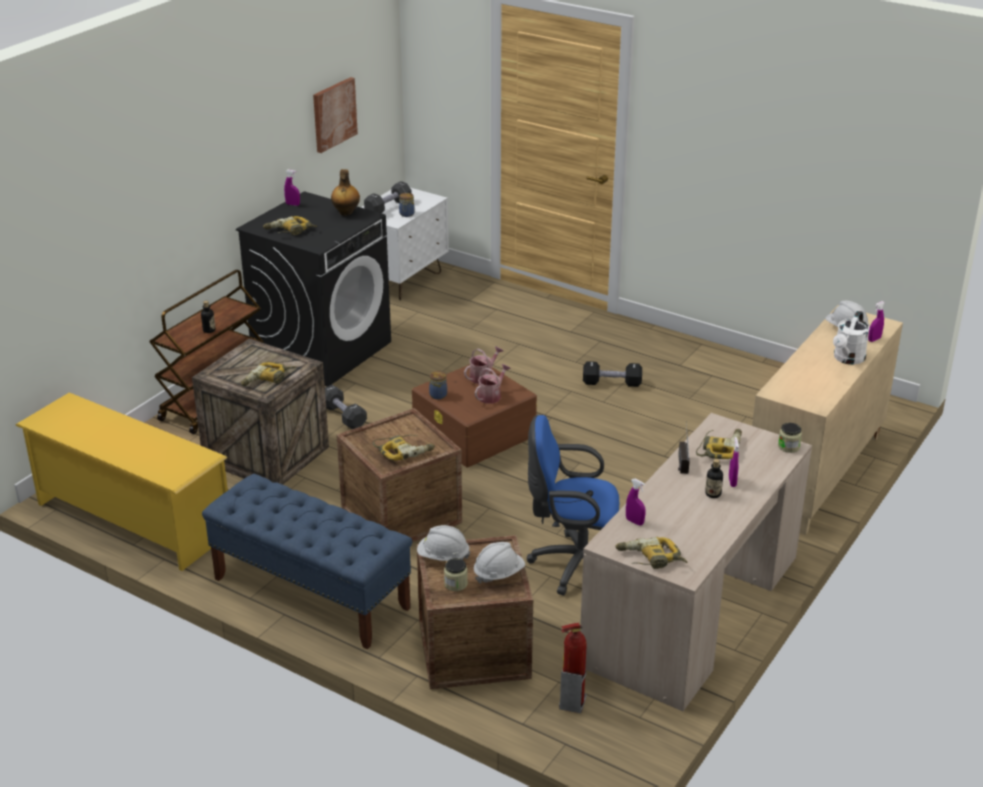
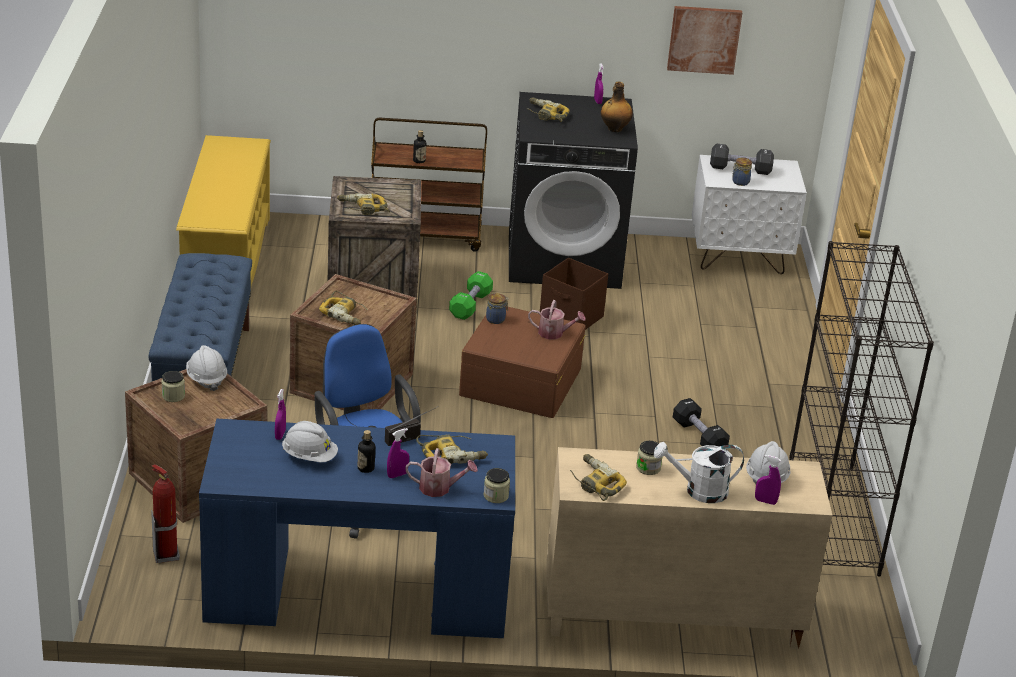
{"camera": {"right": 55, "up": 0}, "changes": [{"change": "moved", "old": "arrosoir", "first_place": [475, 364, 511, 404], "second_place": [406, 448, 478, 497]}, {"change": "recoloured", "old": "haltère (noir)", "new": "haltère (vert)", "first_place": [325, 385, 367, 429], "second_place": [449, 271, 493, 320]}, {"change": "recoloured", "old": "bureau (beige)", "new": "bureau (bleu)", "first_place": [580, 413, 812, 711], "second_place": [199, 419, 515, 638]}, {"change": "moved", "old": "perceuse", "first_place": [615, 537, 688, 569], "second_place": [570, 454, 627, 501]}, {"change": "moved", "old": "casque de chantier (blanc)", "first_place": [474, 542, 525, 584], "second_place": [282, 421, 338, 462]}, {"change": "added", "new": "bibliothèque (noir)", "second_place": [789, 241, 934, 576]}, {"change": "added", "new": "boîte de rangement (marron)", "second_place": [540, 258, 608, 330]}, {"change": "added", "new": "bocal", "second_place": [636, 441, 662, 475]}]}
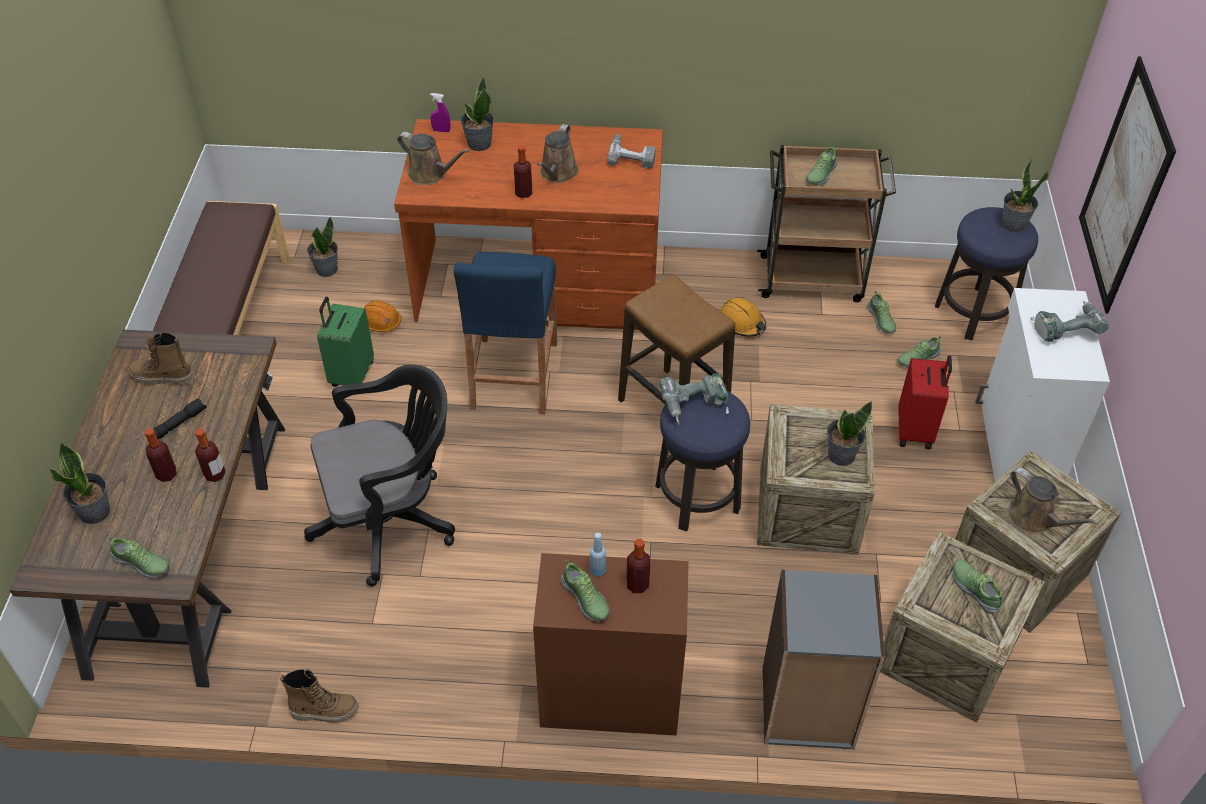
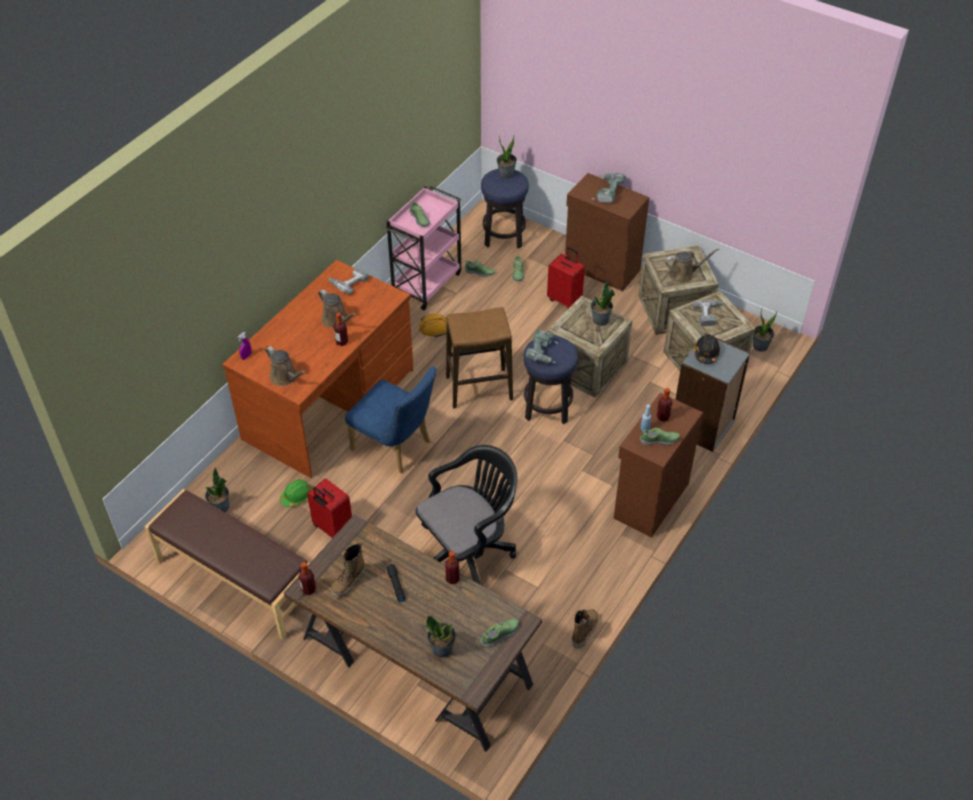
{"camera": {"right": -60, "up": 0}, "changes": [{"change": "removed", "old": "tableau", "first_place": [1079, 56, 1176, 314]}, {"change": "moved", "old": "plante en pot", "first_place": [460, 76, 494, 151], "second_place": [753, 309, 777, 351]}, {"change": "turned", "old": "arrosoir (marron)", "first_place": [397, 132, 469, 185], "second_place": [265, 346, 306, 386], "degrees": 75}, {"change": "recoloured", "old": "chariot (marron)", "new": "chariot (rose)", "first_place": [757, 145, 896, 302], "second_place": [385, 186, 461, 310]}, {"change": "replaced", "old": "tabouret (bleu)", "new": "chaise (bleu)", "first_place": [454, 252, 557, 415], "second_place": [345, 366, 436, 474]}, {"change": "recoloured", "old": "meuble de rangement (blanc)", "new": "meuble de rangement (marron)", "first_place": [975, 288, 1110, 481], "second_place": [565, 173, 649, 291]}, {"change": "recoloured", "old": "valise (vert)", "new": "valise (rouge)", "first_place": [317, 297, 374, 387], "second_place": [307, 478, 352, 538]}, {"change": "recoloured", "old": "casque de chantier (orange)", "new": "casque de chantier (vert)", "first_place": [364, 300, 401, 332], "second_place": [280, 479, 312, 507]}, {"change": "turned", "old": "chaise de bureau (noir)", "first_place": [304, 364, 455, 587], "second_place": [416, 445, 517, 585], "degrees": 45}, {"change": "moved", "old": "bouteille", "first_place": [145, 428, 177, 482], "second_place": [299, 562, 316, 595]}, {"change": "replaced", "old": "chaussure", "new": "perceuse", "first_place": [953, 559, 1004, 613], "second_place": [692, 301, 723, 326]}, {"change": "added", "new": "casque de chantier (noir)", "second_place": [694, 335, 720, 364]}]}
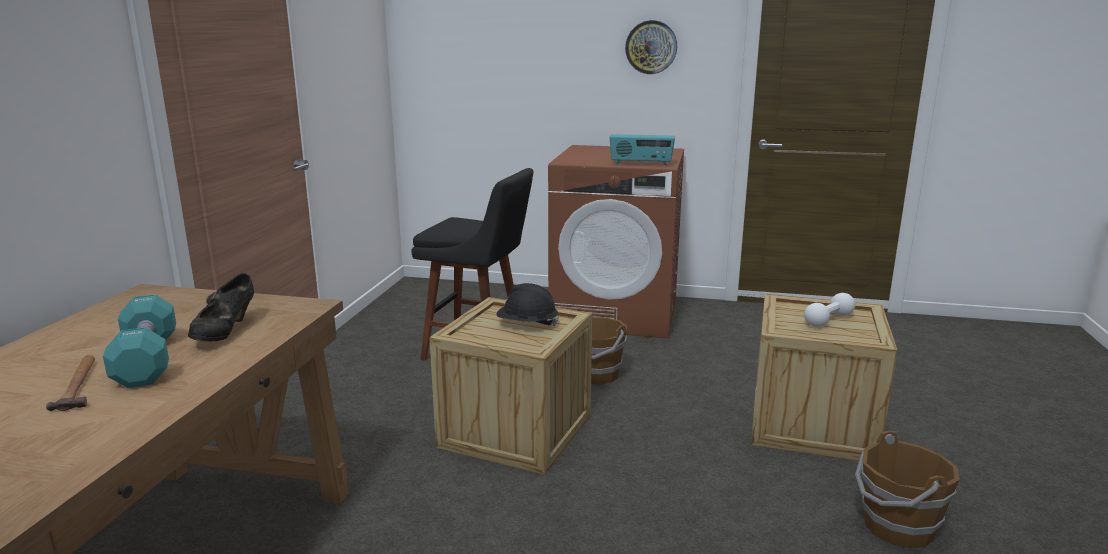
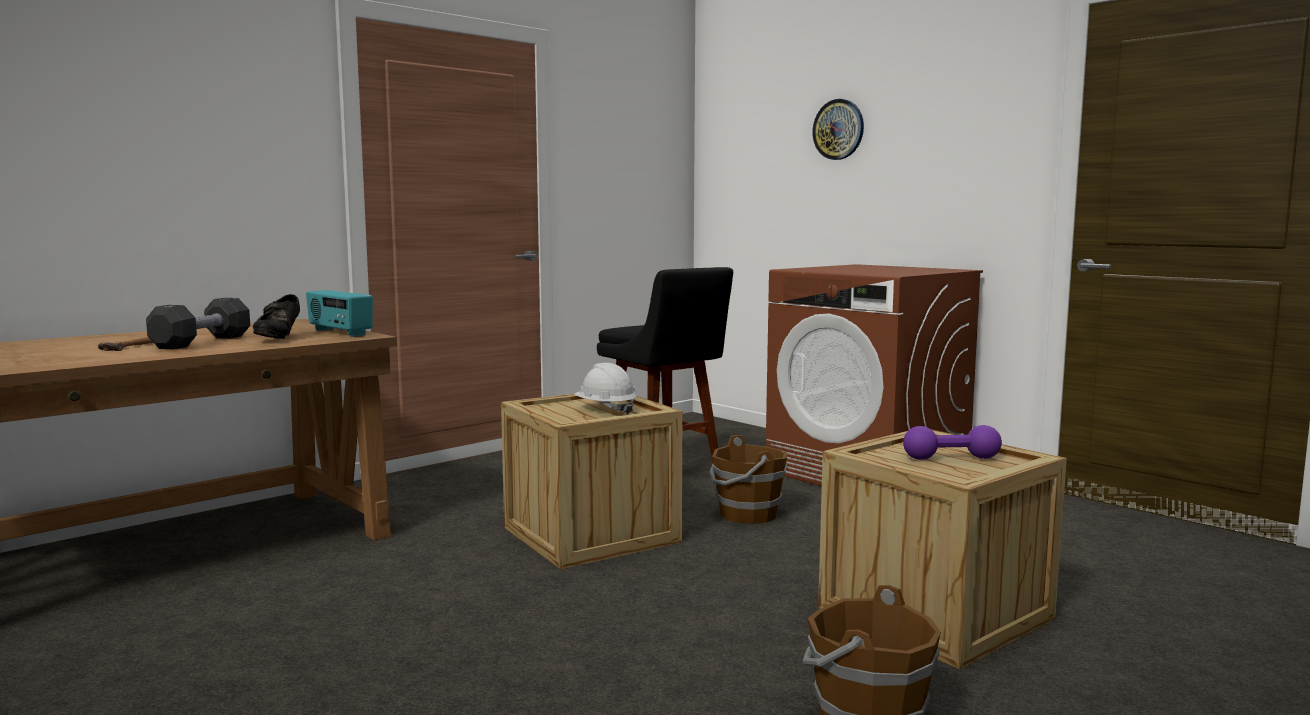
{"camera": {"right": 35, "up": -10}, "changes": [{"change": "moved", "old": "horloge murale", "first_place": [625, 20, 677, 74], "second_place": [812, 99, 864, 160]}, {"change": "moved", "old": "radio", "first_place": [610, 134, 675, 166], "second_place": [306, 290, 373, 337]}, {"change": "turned", "old": "chaussure (noir)", "first_place": [188, 273, 254, 342], "second_place": [253, 294, 300, 339], "degrees": -45}, {"change": "recoloured", "old": "casque de chantier (noir)", "new": "casque de chantier (blanc)", "first_place": [496, 283, 559, 326], "second_place": [574, 363, 637, 415]}, {"change": "recoloured", "old": "haltère (blanc)", "new": "haltère (violet)", "first_place": [804, 293, 855, 327], "second_place": [903, 425, 1002, 460]}, {"change": "recoloured", "old": "haltère (turquoise)", "new": "haltère (noir)", "first_place": [103, 295, 176, 388], "second_place": [146, 298, 250, 349]}]}
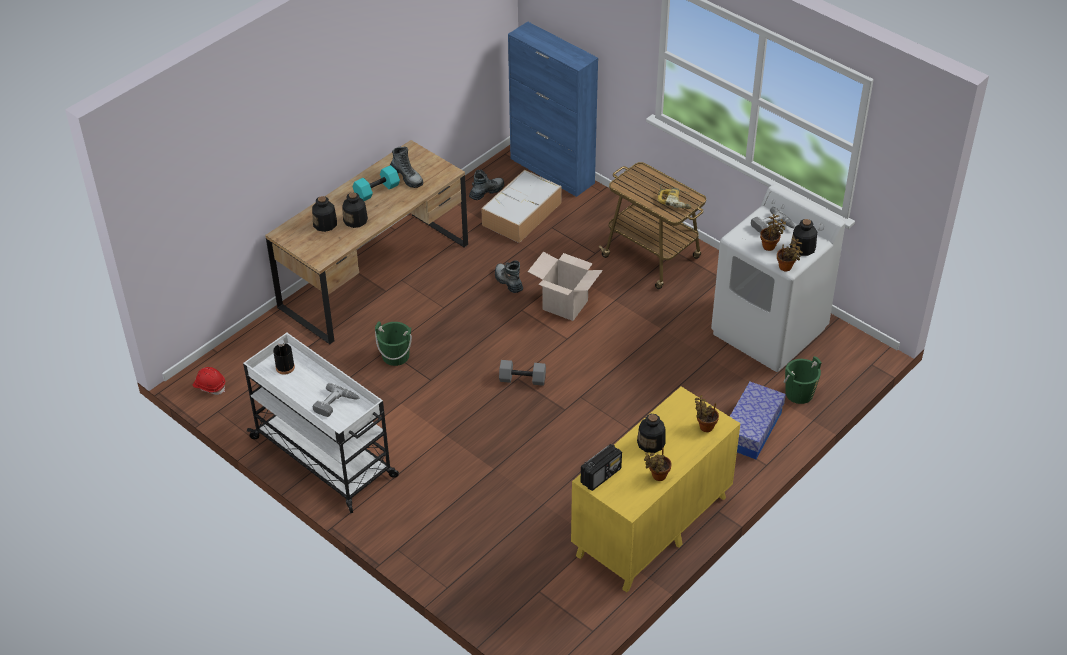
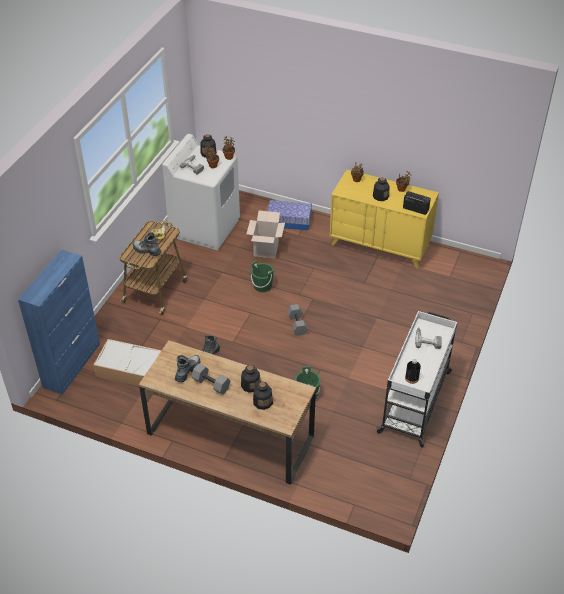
{"camera": {"right": -110, "up": 0}, "changes": [{"change": "recoloured", "old": "haltère (turquoise)", "new": "haltère (gris)", "first_place": [352, 165, 400, 201], "second_place": [191, 363, 230, 395]}, {"change": "moved", "old": "botte", "first_place": [469, 169, 504, 200], "second_place": [133, 233, 162, 256]}, {"change": "moved", "old": "carton", "first_place": [528, 252, 603, 321], "second_place": [246, 211, 285, 258]}, {"change": "moved", "old": "seau (vert)", "first_place": [784, 356, 821, 404], "second_place": [251, 260, 274, 292]}, {"change": "removed", "old": "casque de chantier (rouge)", "first_place": [193, 367, 225, 395]}]}
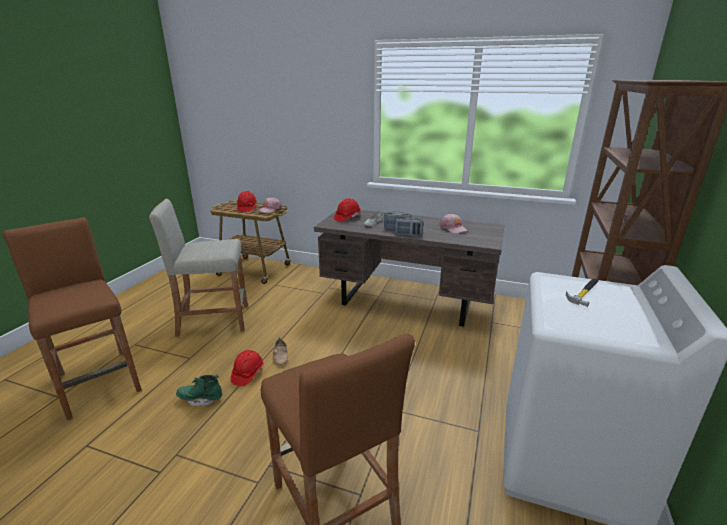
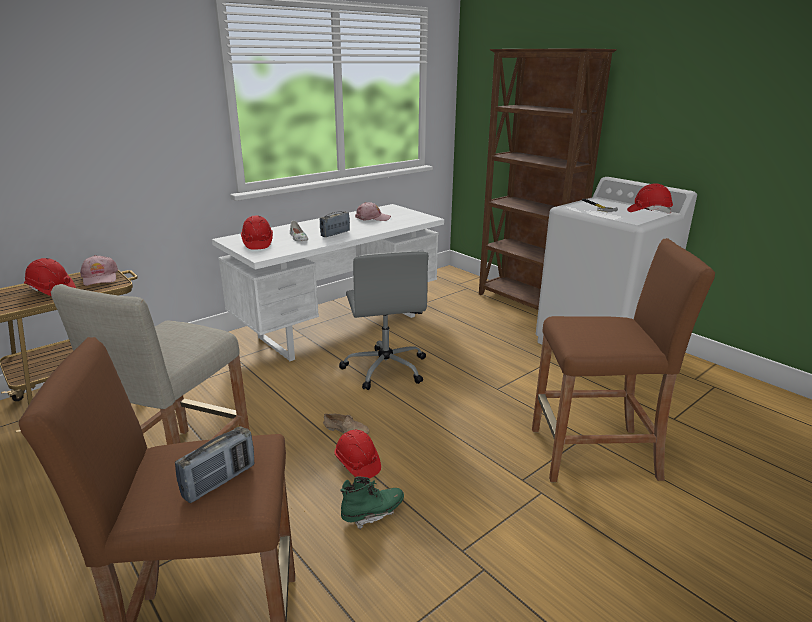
{"camera": {"right": -60, "up": 0}, "changes": [{"change": "recoloured", "old": "bureau (marron)", "new": "bureau (blanc)", "first_place": [314, 210, 504, 327], "second_place": [212, 204, 444, 361]}, {"change": "moved", "old": "radio", "first_place": [395, 217, 423, 236], "second_place": [175, 426, 254, 503]}, {"change": "turned", "old": "botte (vert)", "first_place": [176, 374, 223, 406], "second_place": [340, 476, 404, 529], "degrees": -150}, {"change": "added", "new": "casque de chantier (rouge)", "second_place": [627, 183, 673, 214]}, {"change": "added", "new": "chaise de bureau (gris)", "second_place": [339, 251, 428, 390]}]}
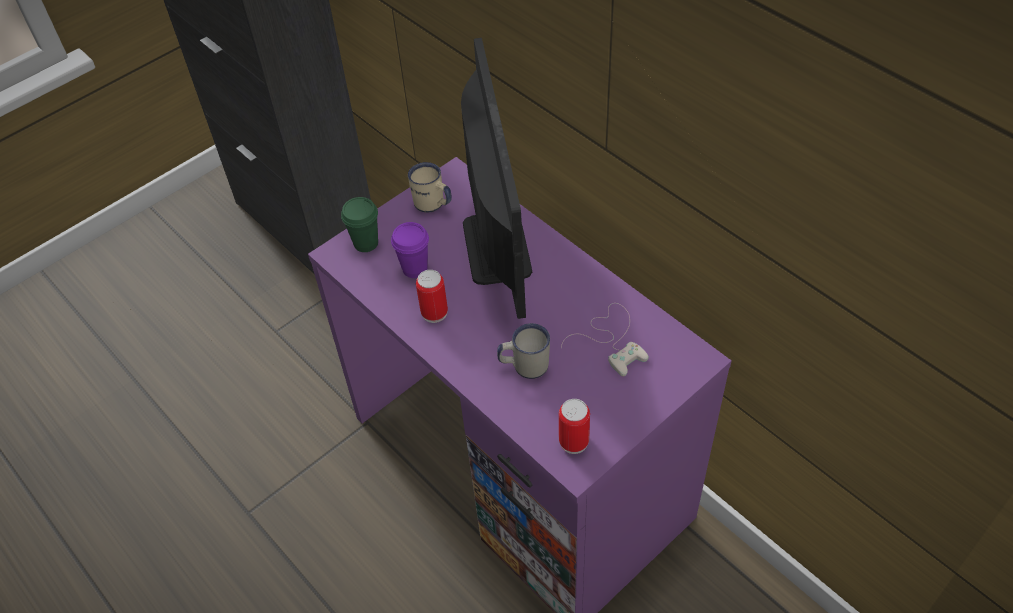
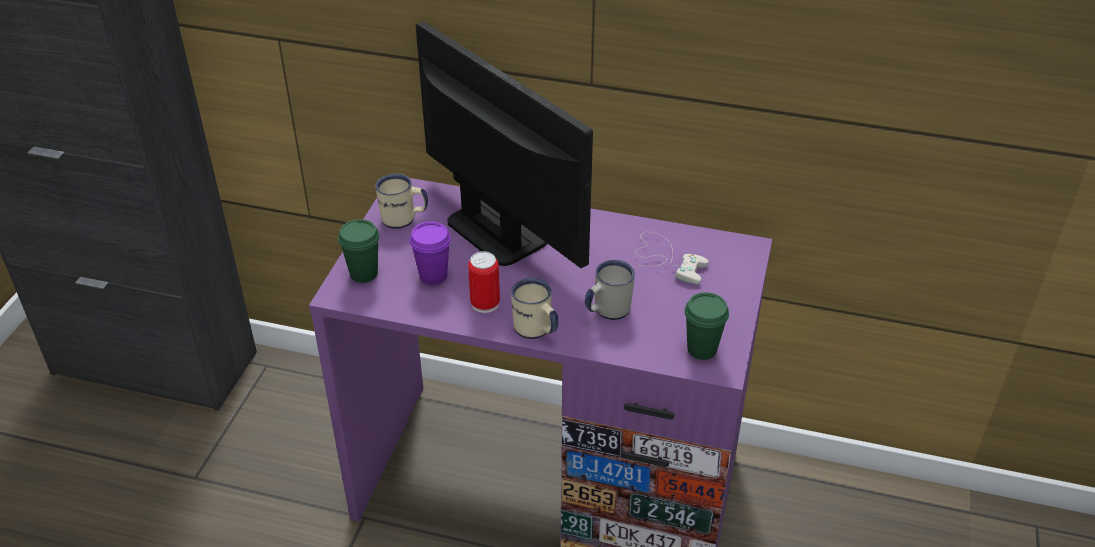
{"camera": {"right": -35, "up": -10}, "changes": [{"change": "replaced", "old": "boîte métallique", "new": "tasse (vert)", "first_place": [559, 399, 590, 454], "second_place": [684, 292, 729, 360]}, {"change": "added", "new": "mug (beige)", "second_place": [511, 278, 558, 339]}]}
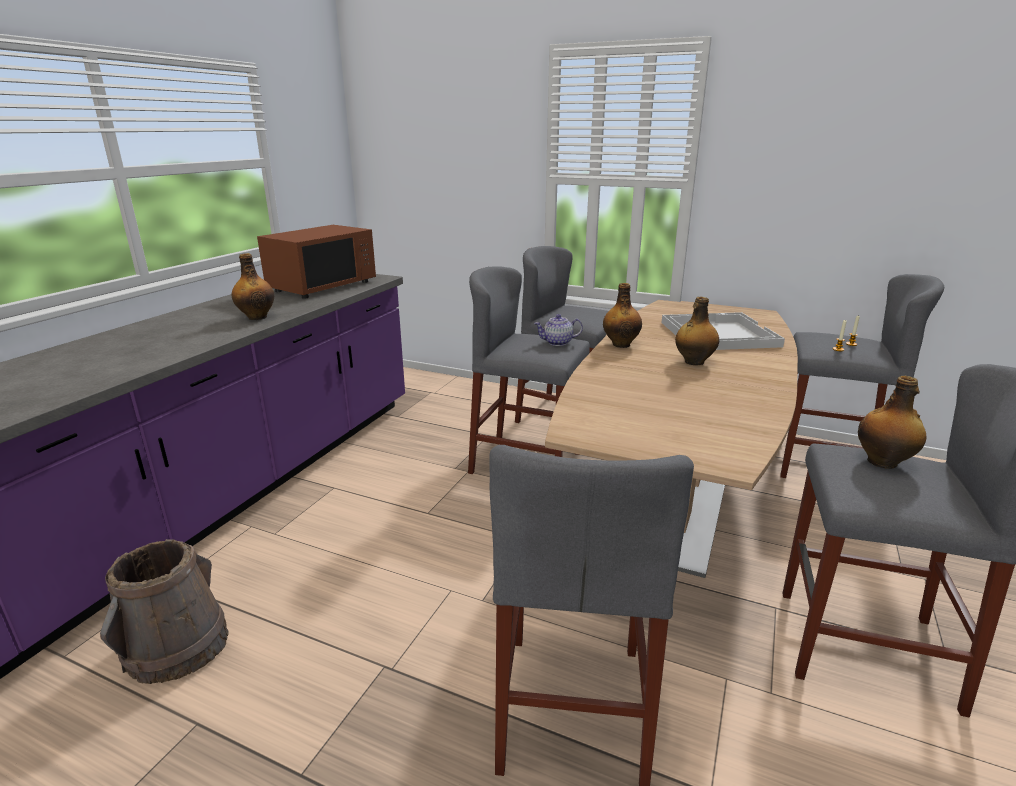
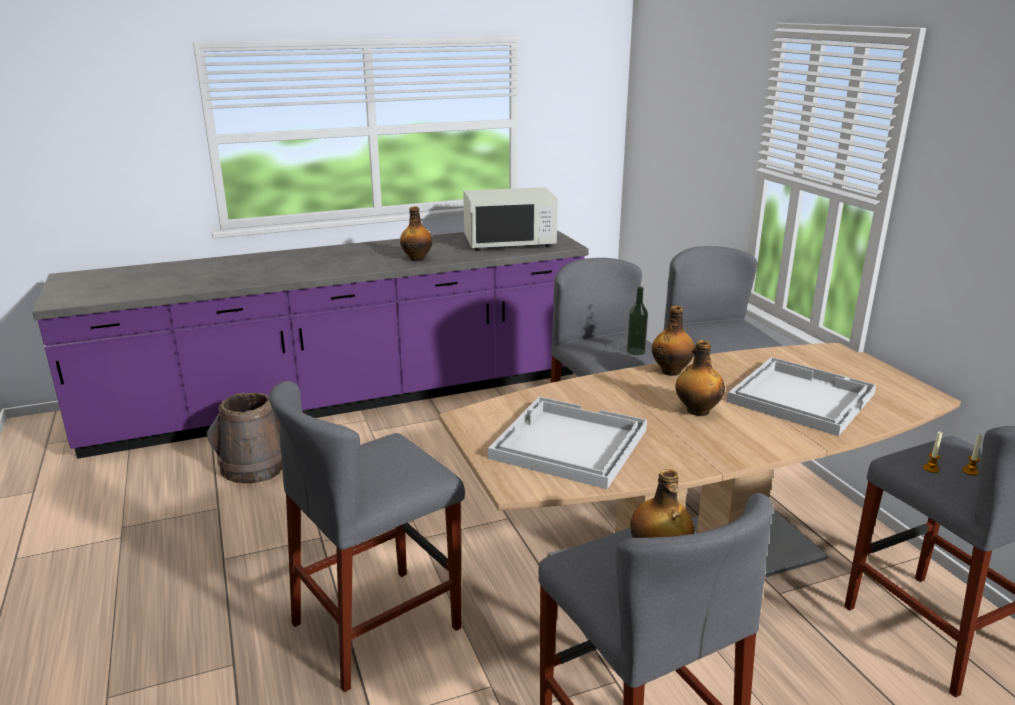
{"camera": {"right": 45, "up": 0}, "changes": [{"change": "recoloured", "old": "micro-ondes (marron)", "new": "micro-ondes (blanc)", "first_place": [257, 225, 376, 298], "second_place": [463, 187, 558, 251]}, {"change": "replaced", "old": "théière", "new": "bouteille", "first_place": [534, 314, 583, 346], "second_place": [627, 286, 648, 355]}, {"change": "added", "new": "plateau (blanc)", "second_place": [488, 397, 647, 489]}]}
